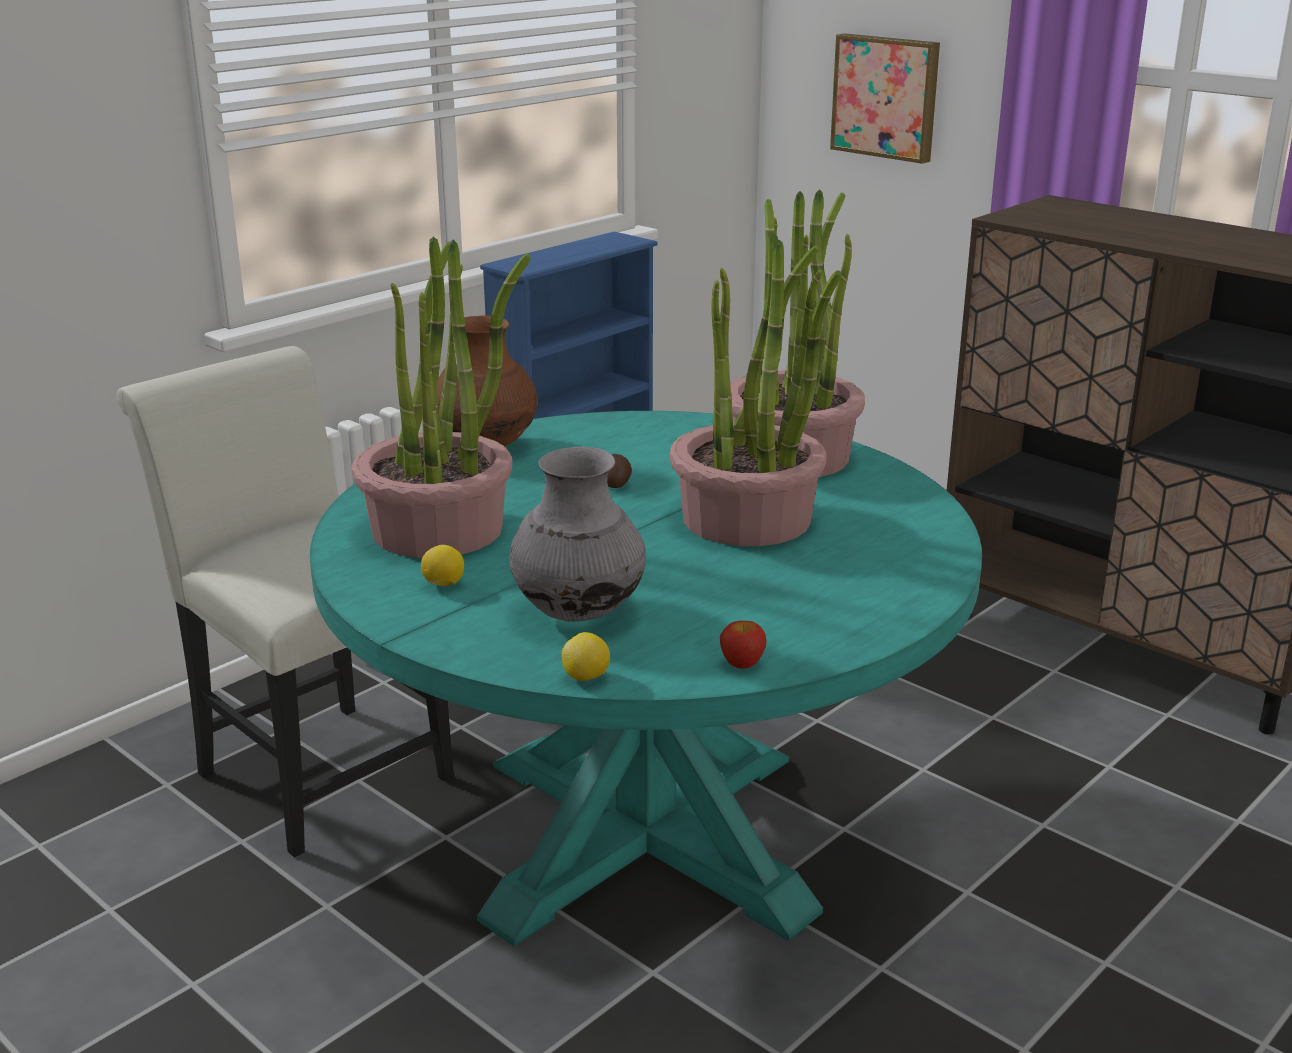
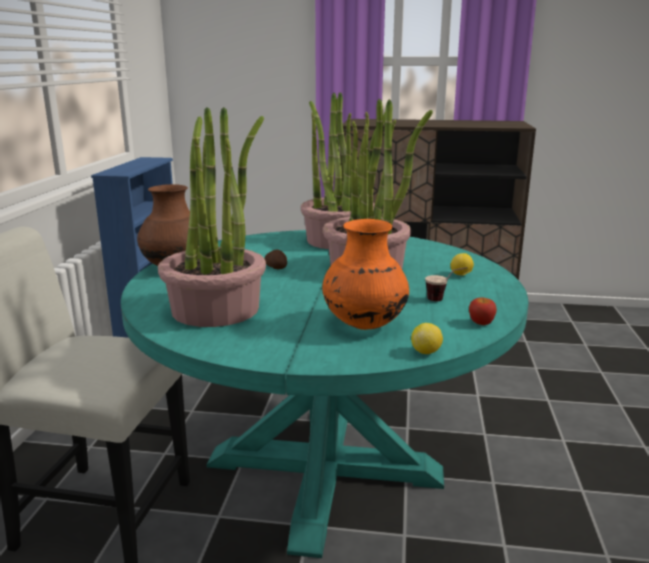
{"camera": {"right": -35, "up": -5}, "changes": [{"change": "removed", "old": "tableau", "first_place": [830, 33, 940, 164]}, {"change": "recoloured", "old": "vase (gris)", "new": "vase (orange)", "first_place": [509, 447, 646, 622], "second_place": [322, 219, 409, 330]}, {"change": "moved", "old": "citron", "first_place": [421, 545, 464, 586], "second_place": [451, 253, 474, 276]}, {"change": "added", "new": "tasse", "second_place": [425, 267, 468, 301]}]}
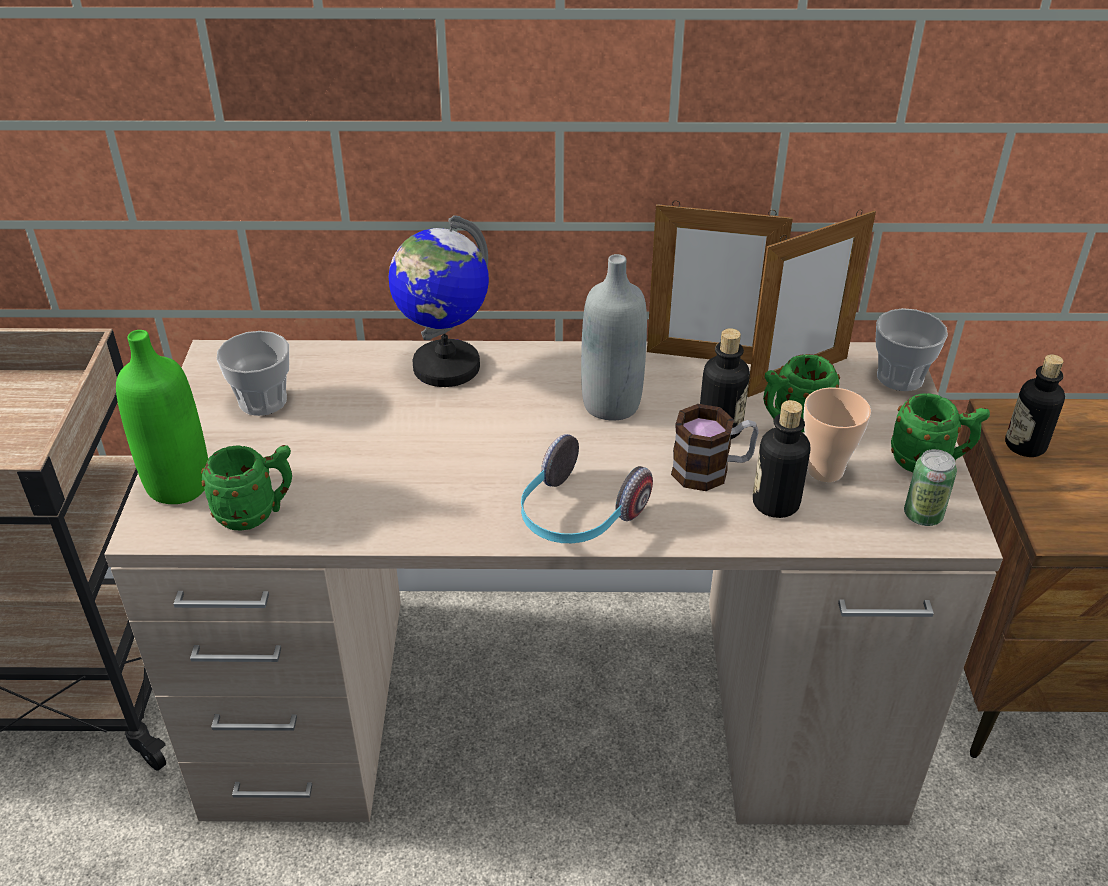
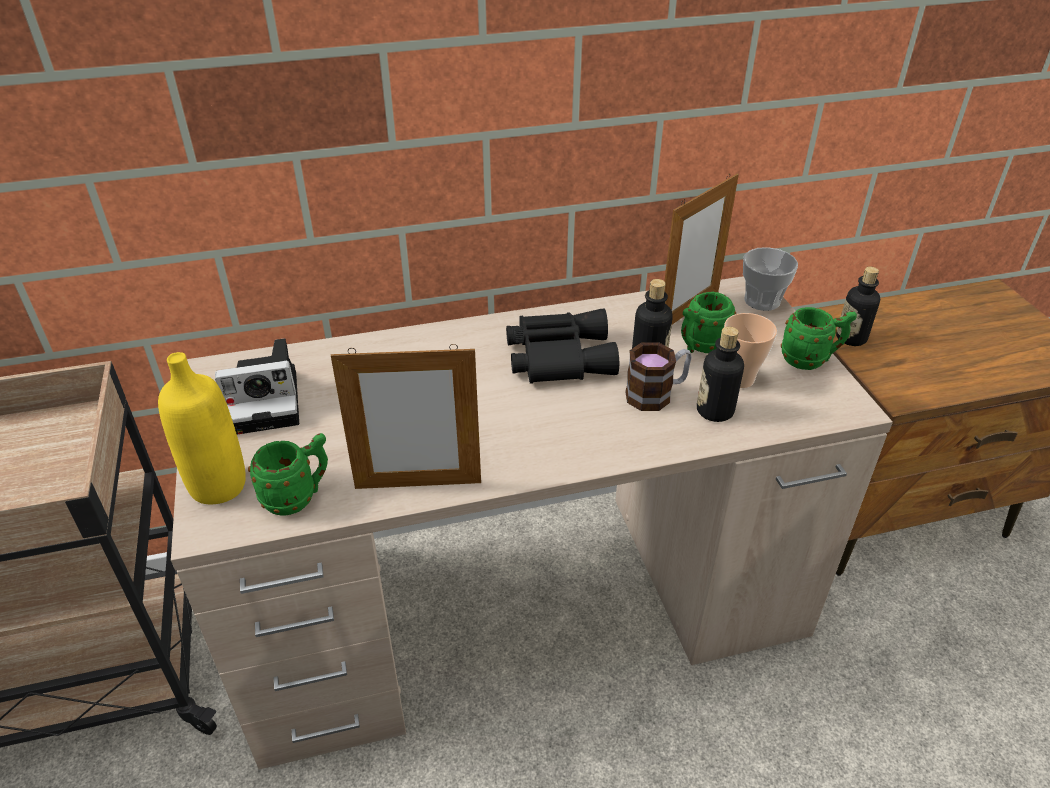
{"camera": {"right": -15, "up": 0}, "changes": [{"change": "moved", "old": "cadre photo", "first_place": [647, 200, 793, 364], "second_place": [331, 344, 481, 489]}, {"change": "removed", "old": "globe", "first_place": [389, 215, 489, 387]}, {"change": "replaced", "old": "bouteille (gris)", "new": "jumelles (noir)", "first_place": [581, 254, 647, 420], "second_place": [506, 309, 619, 384]}, {"change": "recoloured", "old": "bouteille (vert)", "new": "bouteille (jaune)", "first_place": [116, 330, 208, 504], "second_place": [158, 352, 246, 504]}, {"change": "replaced", "old": "tasse", "new": "appareil photo", "first_place": [217, 331, 289, 416], "second_place": [215, 338, 299, 435]}, {"change": "removed", "old": "casque audio", "first_place": [521, 434, 653, 543]}, {"change": "removed", "old": "boîte métallique", "first_place": [904, 449, 957, 526]}]}
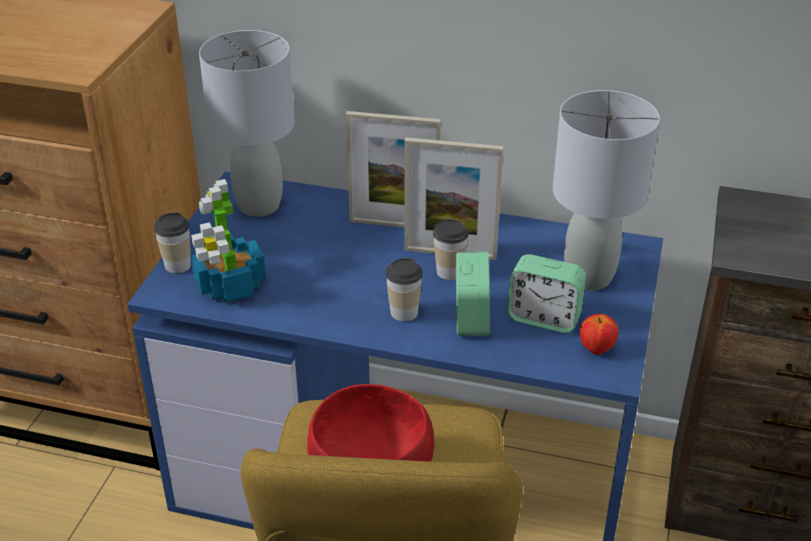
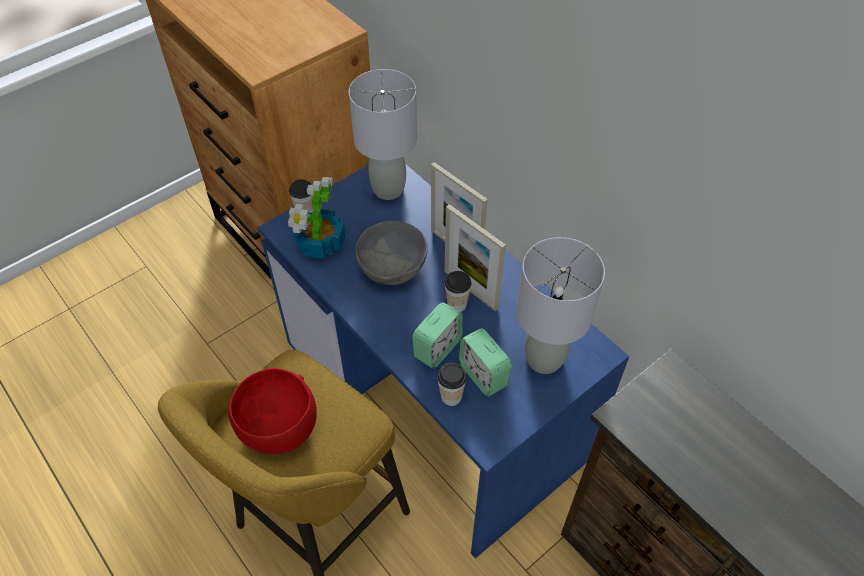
{"camera": {"right": 35, "up": 15}, "changes": [{"change": "moved", "old": "tasse", "first_place": [386, 258, 423, 321], "second_place": [437, 363, 467, 406]}, {"change": "removed", "old": "pomme", "first_place": [580, 314, 618, 355]}, {"change": "added", "new": "bol (gris)", "second_place": [356, 221, 428, 285]}]}
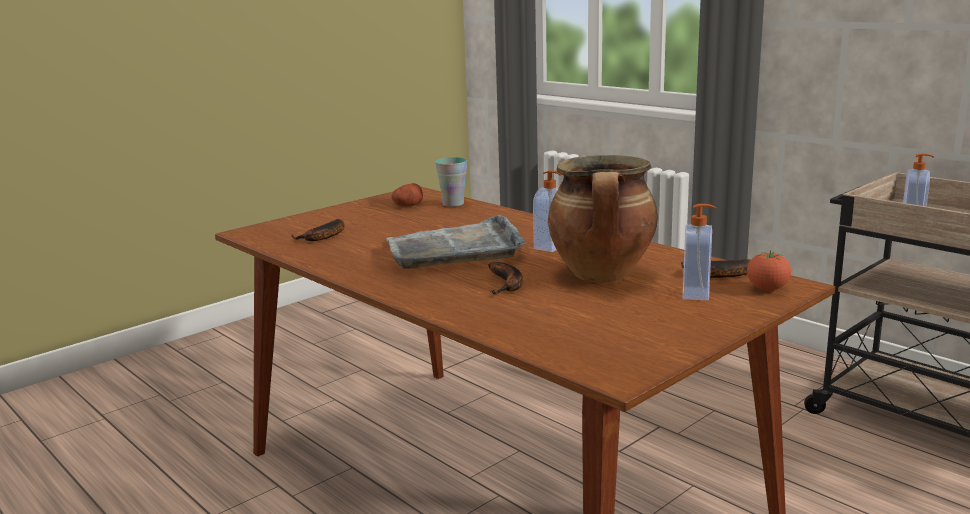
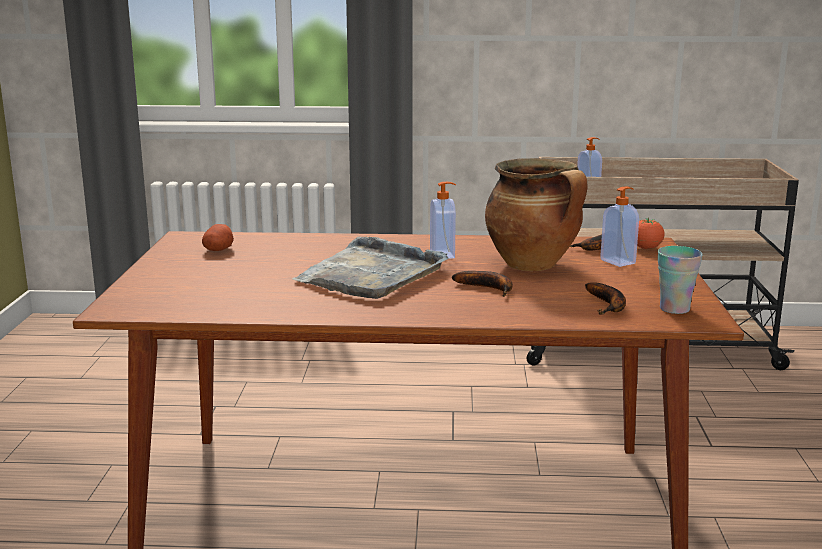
{"camera": {"right": -45, "up": 0}, "changes": [{"change": "moved", "old": "tasse", "first_place": [435, 157, 467, 207], "second_place": [658, 246, 703, 314]}, {"change": "moved", "old": "banane", "first_place": [292, 219, 345, 241], "second_place": [585, 282, 626, 314]}]}
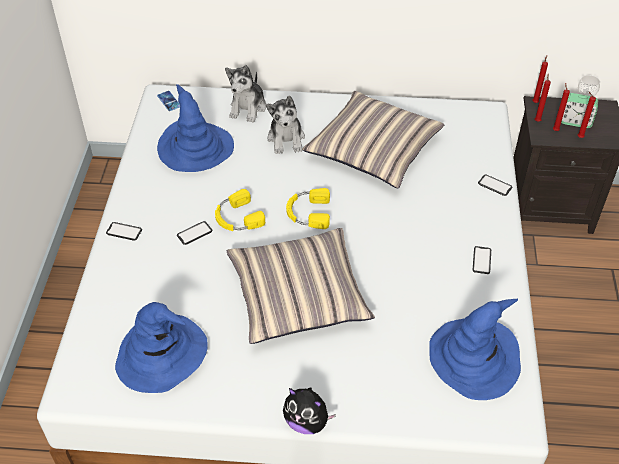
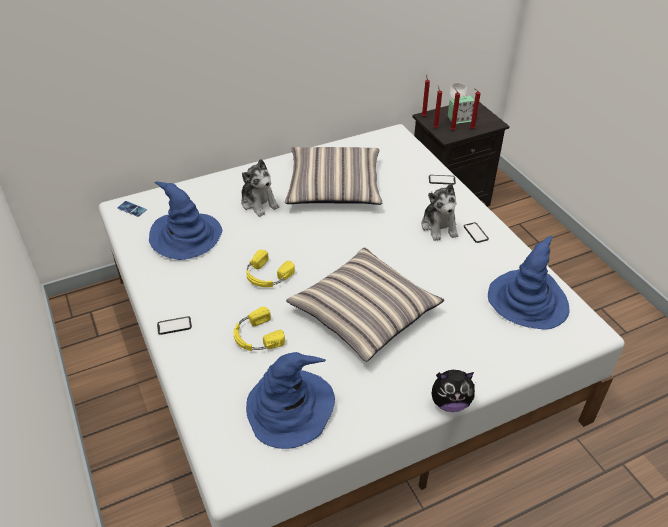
{"camera": {"right": -30, "up": -5}, "changes": [{"change": "moved", "old": "peluche", "first_place": [225, 65, 266, 122], "second_place": [421, 184, 458, 241]}, {"change": "moved", "old": "casque audio (jaune)", "first_place": [286, 188, 330, 229], "second_place": [233, 307, 285, 351]}, {"change": "removed", "old": "téléphone", "first_place": [177, 221, 212, 245]}]}
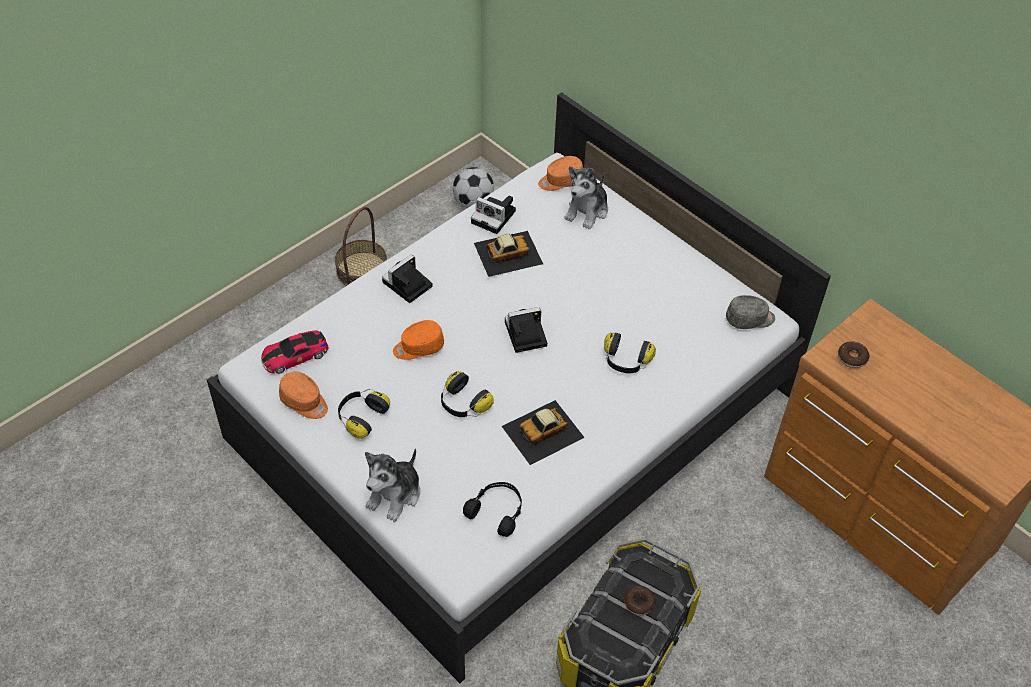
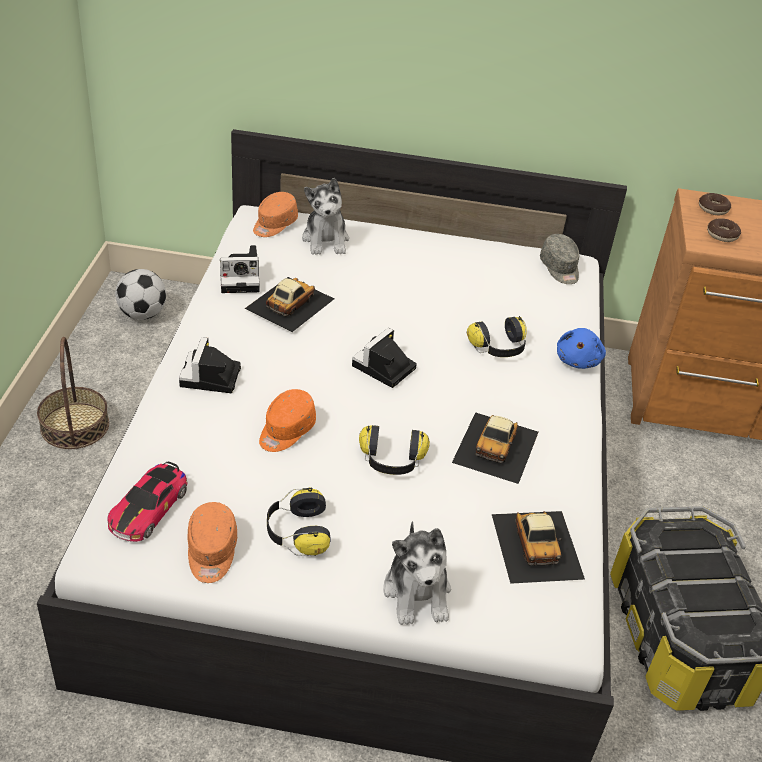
{"camera": {"right": -40, "up": -10}, "changes": [{"change": "turned", "old": "casquette (gris)", "first_place": [726, 295, 775, 329], "second_place": [540, 234, 579, 284], "degrees": 120}, {"change": "turned", "old": "casquette (orange)", "first_place": [279, 372, 328, 419], "second_place": [188, 502, 237, 583], "degrees": 90}, {"change": "replaced", "old": "casque audio (noir)", "new": "petite voiture", "first_place": [463, 482, 522, 537], "second_place": [492, 511, 585, 584]}, {"change": "moved", "old": "beignet", "first_place": [624, 586, 655, 615], "second_place": [699, 193, 731, 215]}, {"change": "added", "new": "peluche (bleu)", "second_place": [557, 328, 606, 369]}]}
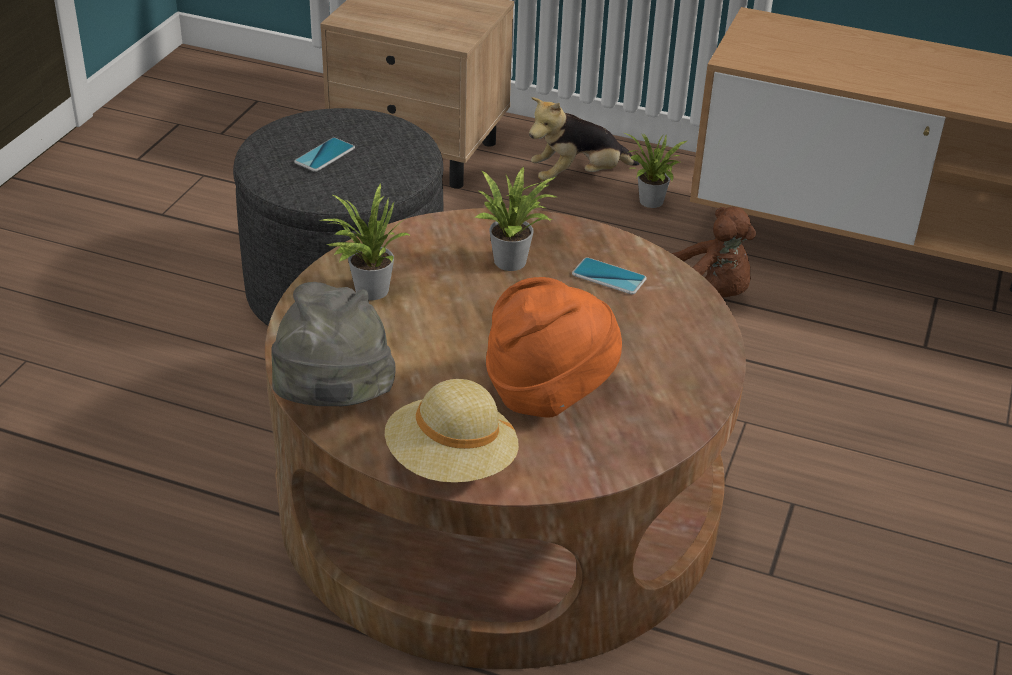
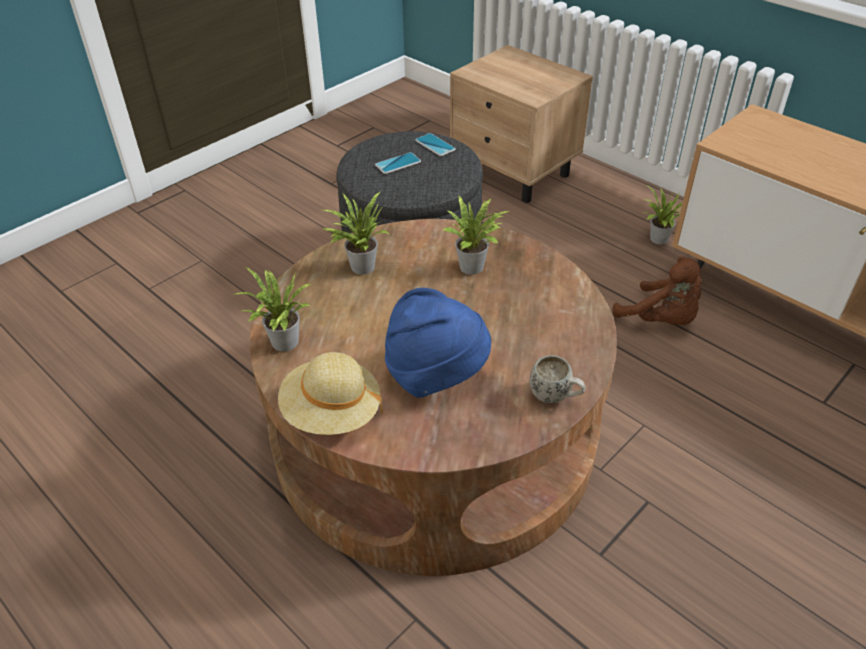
{"camera": {"right": 25, "up": 5}, "changes": [{"change": "removed", "old": "peluche", "first_place": [529, 97, 640, 181]}, {"change": "moved", "old": "téléphone", "first_place": [572, 257, 647, 295], "second_place": [415, 133, 456, 156]}, {"change": "recoloured", "old": "chapeau (orange)", "new": "chapeau (bleu)", "first_place": [486, 277, 622, 418], "second_place": [385, 288, 491, 398]}, {"change": "replaced", "old": "chapeau (gris)", "new": "plante en pot", "first_place": [271, 282, 396, 406], "second_place": [233, 267, 311, 351]}, {"change": "added", "new": "mug (blanc)", "second_place": [530, 355, 586, 404]}]}
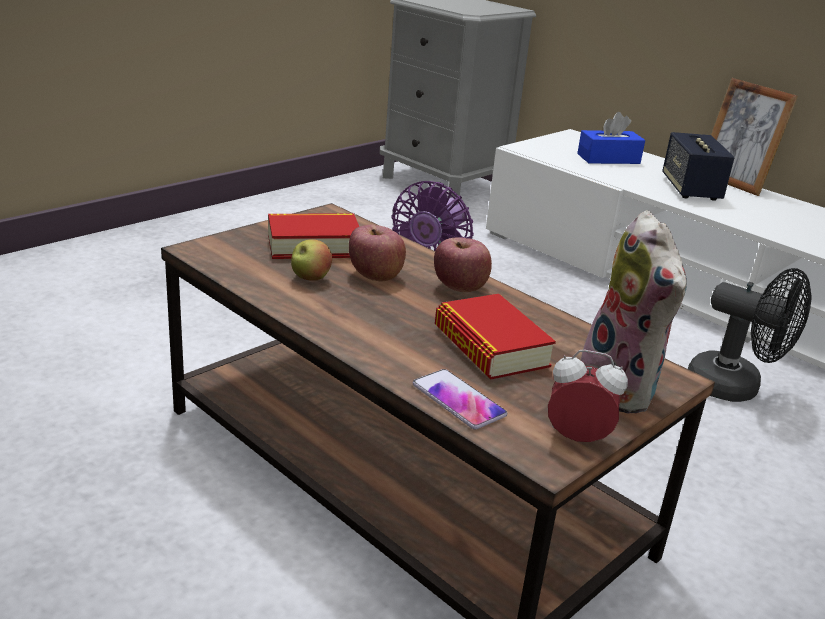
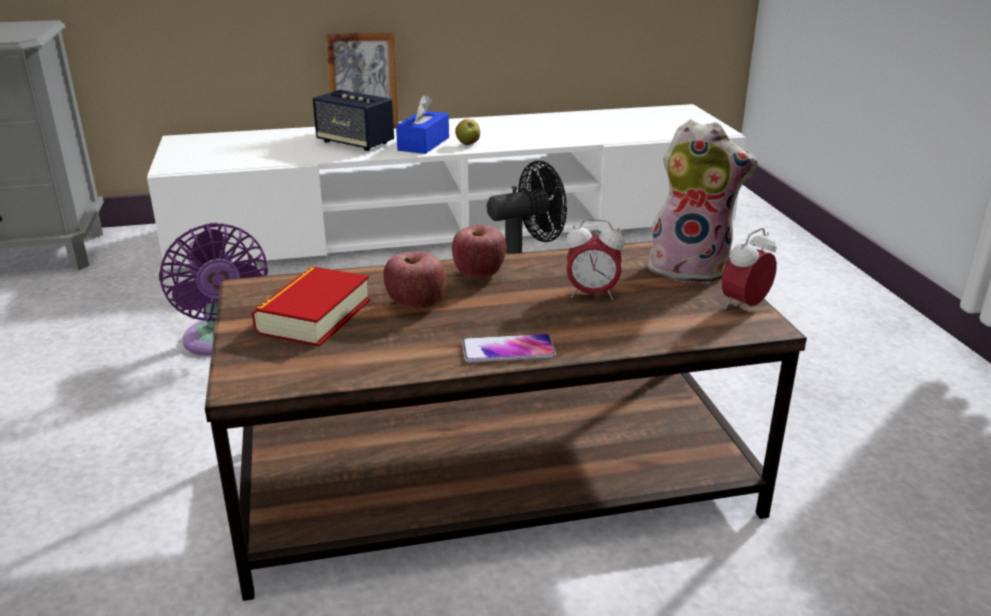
{"camera": {"right": -55, "up": 0}, "changes": [{"change": "moved", "old": "boîte à mouchoirs (bleu)", "first_place": [577, 112, 645, 164], "second_place": [396, 94, 449, 154]}, {"change": "moved", "old": "pomme", "first_place": [291, 239, 332, 281], "second_place": [455, 119, 480, 145]}, {"change": "replaced", "old": "livre", "new": "réveil", "first_place": [435, 294, 556, 379], "second_place": [566, 219, 624, 300]}, {"change": "moved", "old": "téléphone", "first_place": [413, 369, 507, 429], "second_place": [462, 334, 556, 363]}]}
